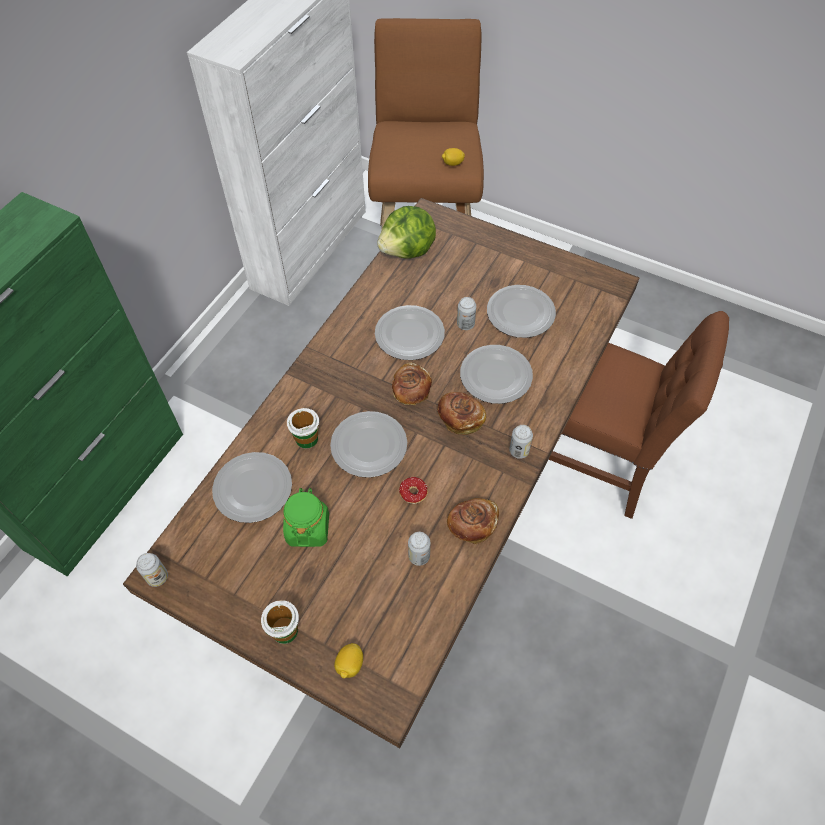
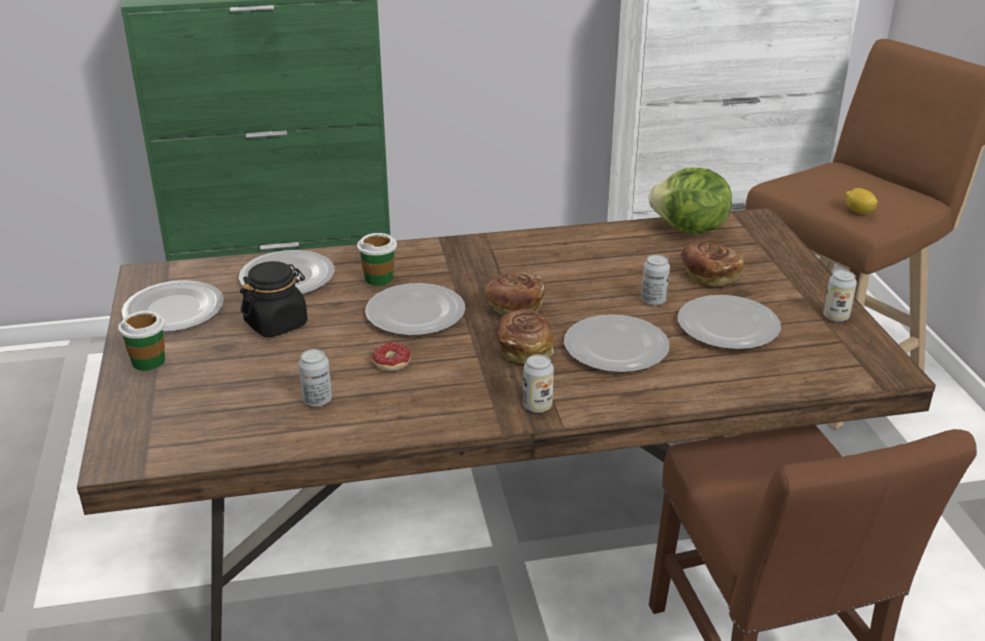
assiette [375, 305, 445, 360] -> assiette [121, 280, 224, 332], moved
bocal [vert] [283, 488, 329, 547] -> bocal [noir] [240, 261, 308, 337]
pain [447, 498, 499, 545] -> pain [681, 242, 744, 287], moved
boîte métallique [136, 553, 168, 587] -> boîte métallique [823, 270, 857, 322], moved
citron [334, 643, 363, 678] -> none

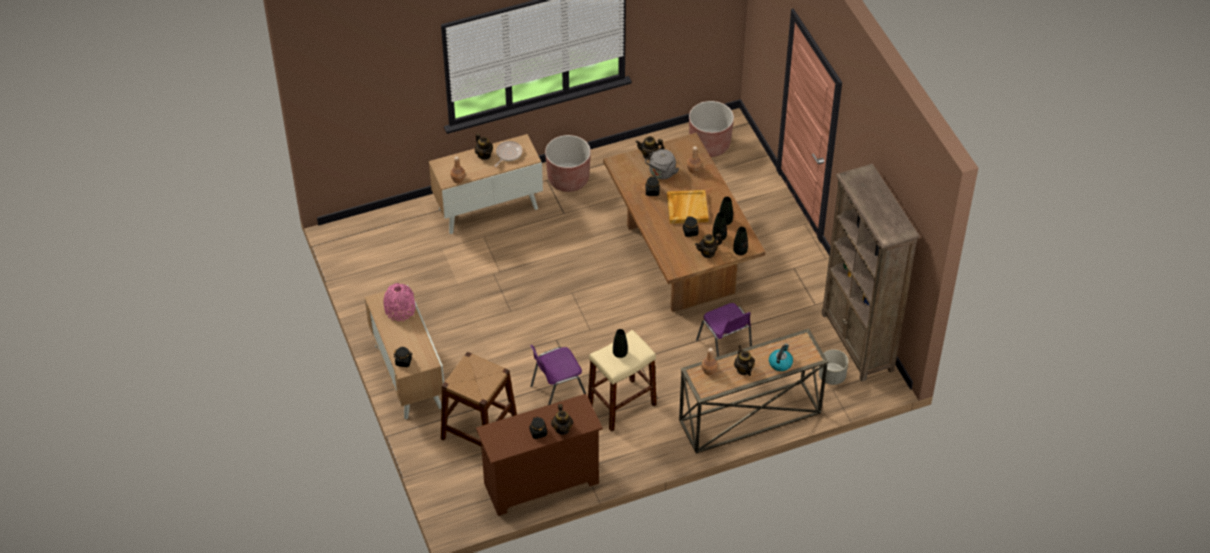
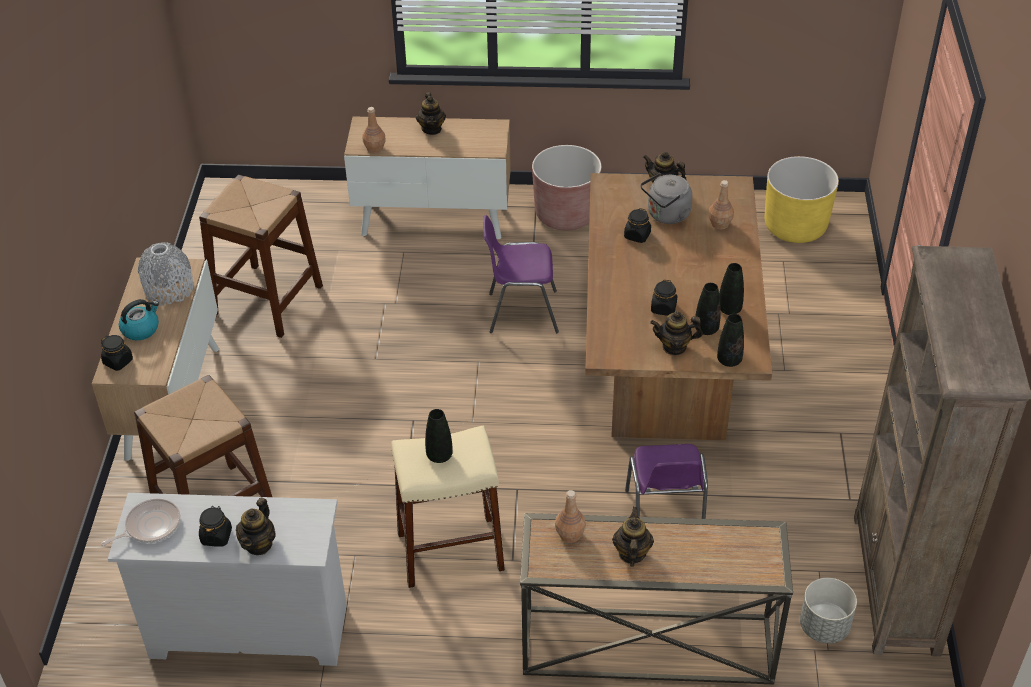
poêle [495, 141, 523, 167] -> poêle [101, 498, 180, 546], moved
commode [marron] [476, 394, 603, 516] -> commode [blanc] [108, 493, 347, 666]
bouilloire [769, 344, 793, 371] -> bouilloire [119, 299, 159, 340], moved
vase [rose] [383, 283, 415, 321] -> vase [gris] [138, 242, 193, 306]
none -> tabouret [marron] [199, 175, 323, 338]
chaise [violet] [530, 345, 586, 405] -> chaise [violet] [483, 215, 559, 333], moved
cache-pot [marron] [689, 101, 734, 157] -> cache-pot [jaune] [765, 156, 839, 243]
plateau [beige] [667, 190, 709, 224] -> none

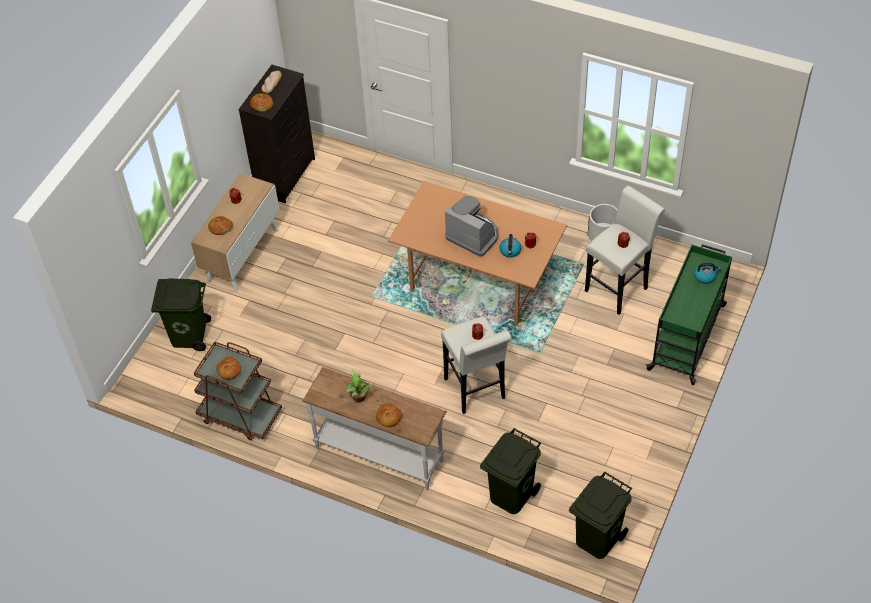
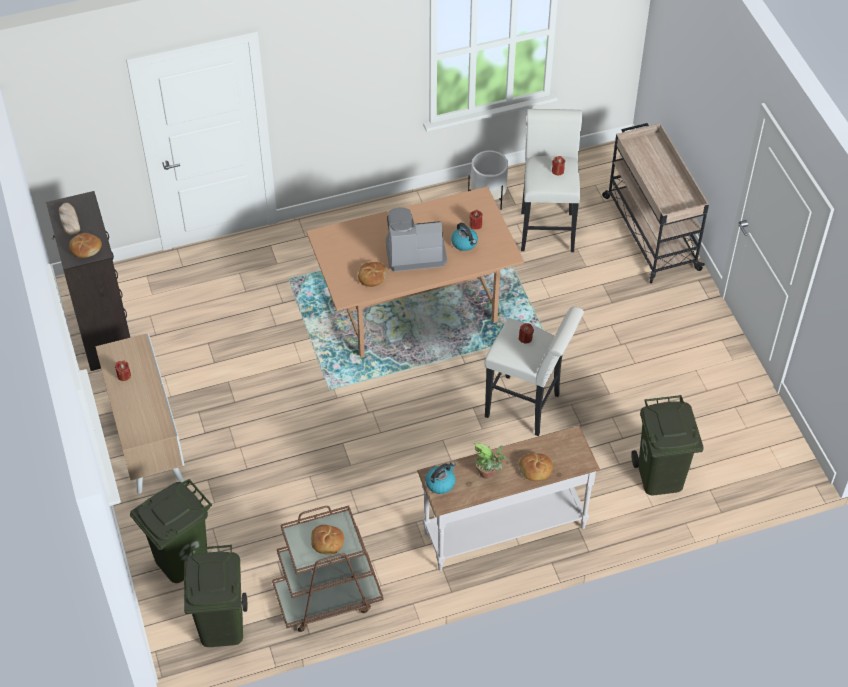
poubelle [vert] [569, 472, 632, 559] -> poubelle [vert] [184, 545, 248, 647], moved
pain [208, 216, 233, 235] -> pain [358, 262, 386, 287], moved
bouilloire [694, 263, 721, 284] -> bouilloire [425, 462, 455, 494], moved
chariot [vert] [646, 244, 732, 385] -> chariot [beige] [602, 123, 709, 283]

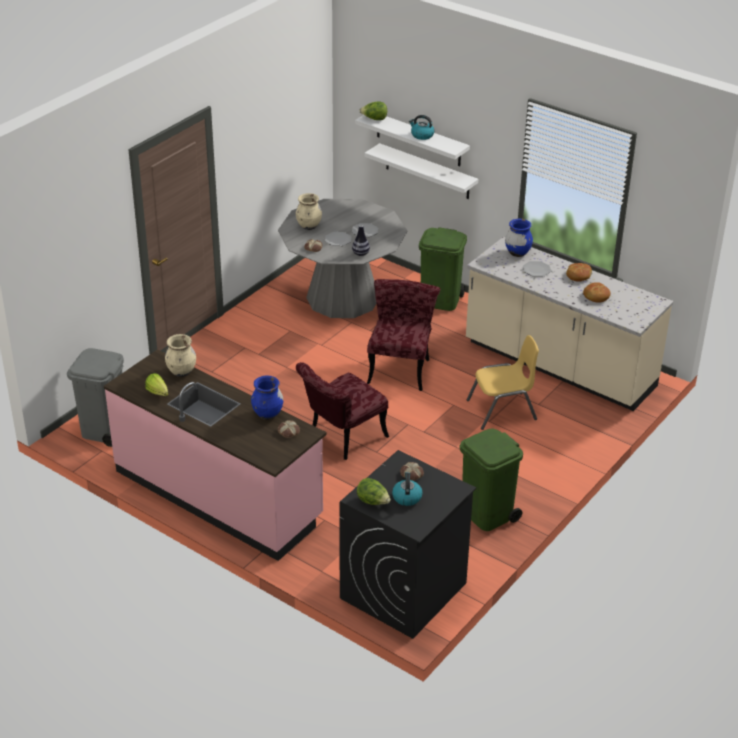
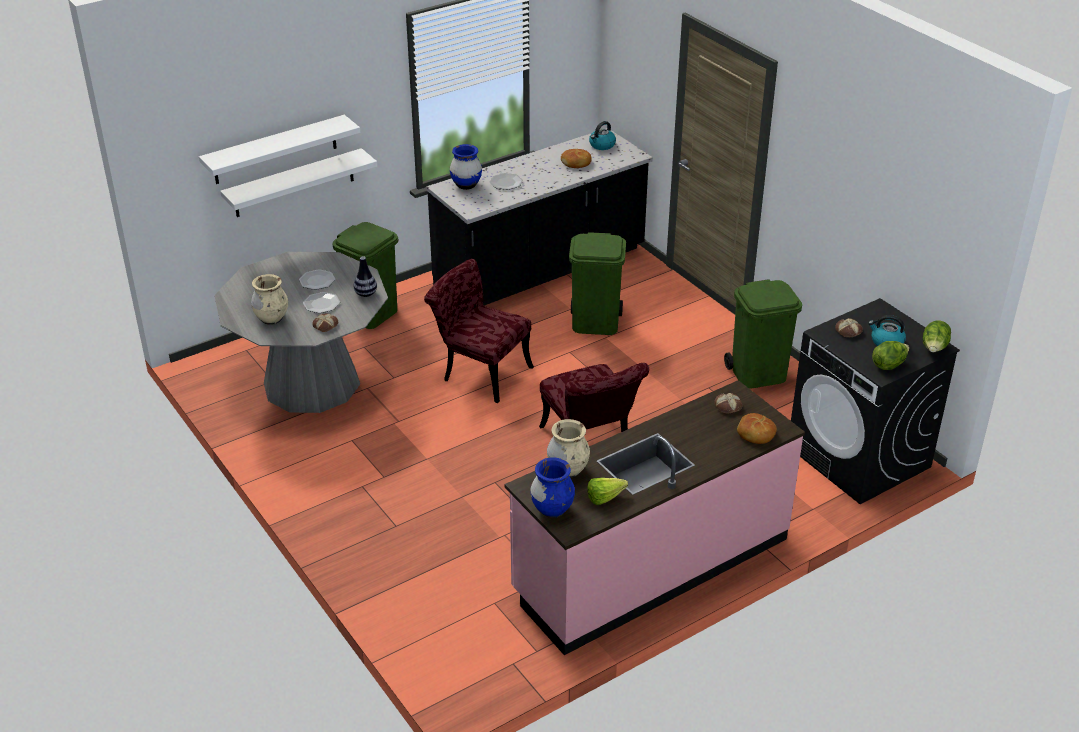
comptoir de cuisine [beige] [466, 237, 673, 411] -> comptoir de cuisine [noir] [426, 128, 653, 306]
vase [bleu] [251, 376, 283, 420] -> vase [bleu] [530, 457, 575, 518], moved
chaise [jaune] [467, 335, 539, 430] -> poubelle [vert] [569, 232, 626, 335]
bouilloire [409, 115, 434, 140] -> bouilloire [589, 121, 616, 150], moved
pain [566, 263, 592, 282] -> pain [737, 413, 777, 444], moved
laitue [359, 101, 387, 120] -> laitue [923, 321, 951, 352], moved
poubelle [gris] [67, 348, 124, 447] -> none

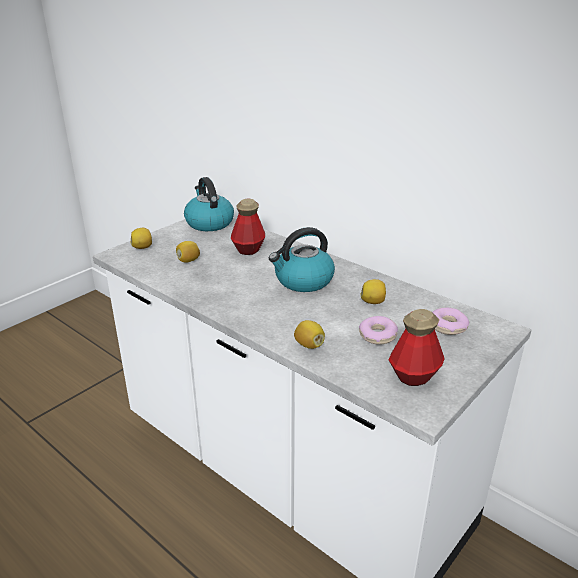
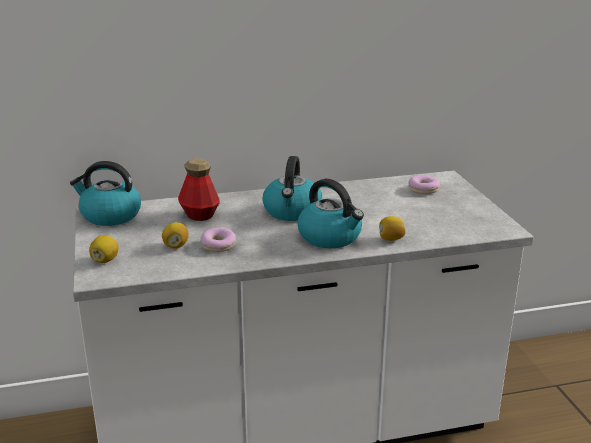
beignet [359, 316, 398, 345] -> beignet [200, 228, 236, 252], moved
none -> bouilloire [297, 179, 364, 248]
citron [360, 279, 386, 304] -> none
bouteille [388, 309, 445, 386] -> none

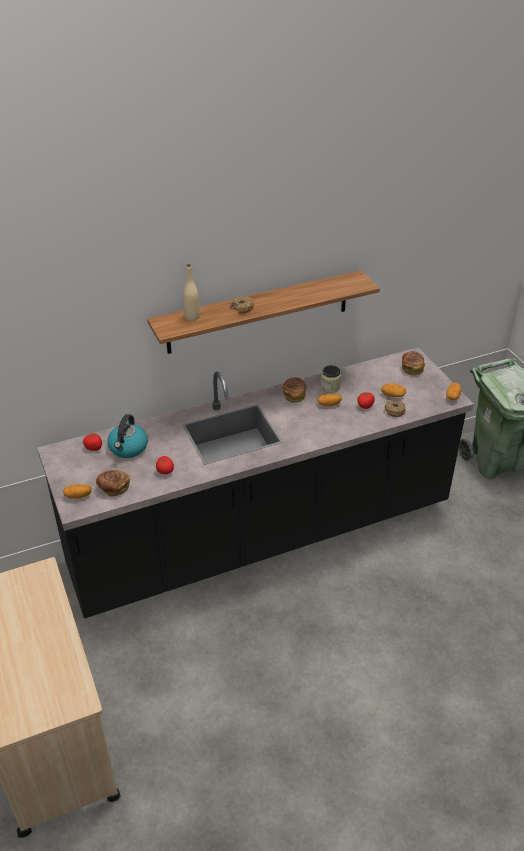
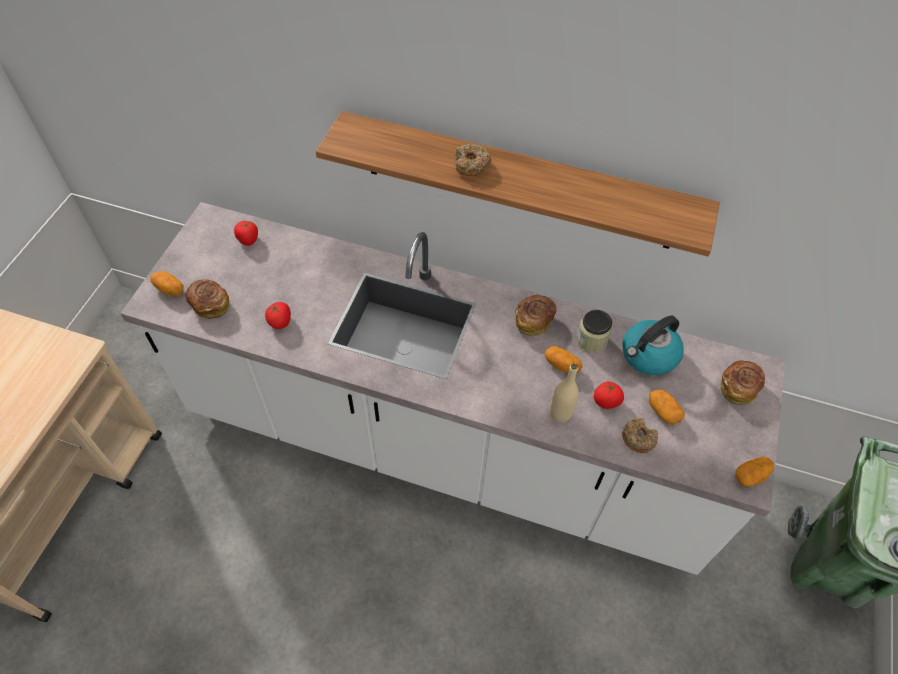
comptoir de cuisine [noir] [37, 347, 474, 618] -> comptoir de cuisine [blanc] [120, 202, 785, 575]
bouteille [beige] [183, 264, 200, 321] -> bouteille [beige] [550, 363, 579, 422], moved
bouilloire [107, 414, 148, 458] -> bouilloire [622, 316, 684, 375], moved

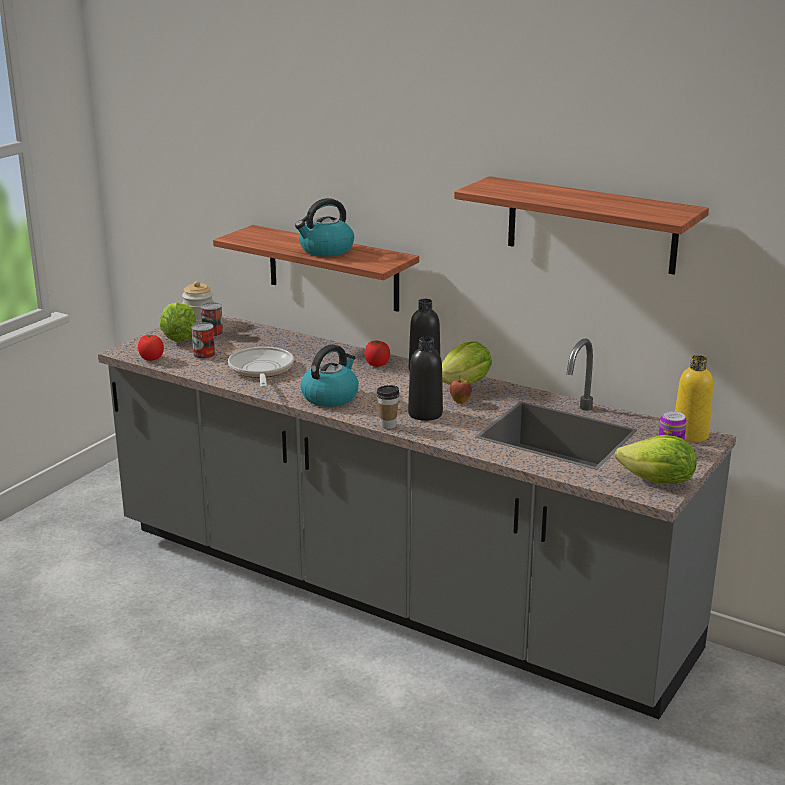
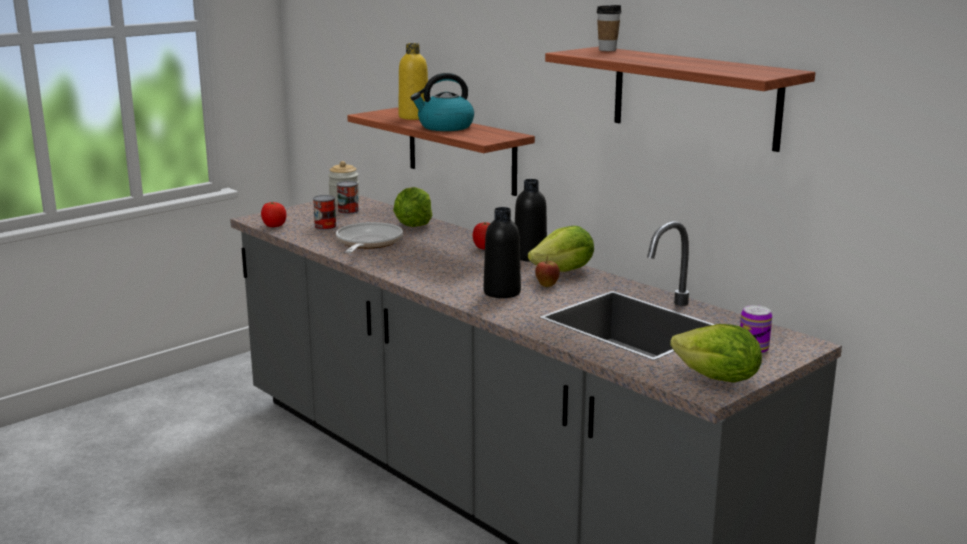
laitue [160, 302, 196, 342] -> laitue [393, 187, 432, 227], moved
bouteille [jaune] [675, 355, 713, 443] -> bouteille [jaune] [398, 43, 428, 120], moved
tasse [376, 385, 400, 429] -> tasse [597, 5, 621, 51], moved
bouilloire [300, 344, 359, 407] -> none

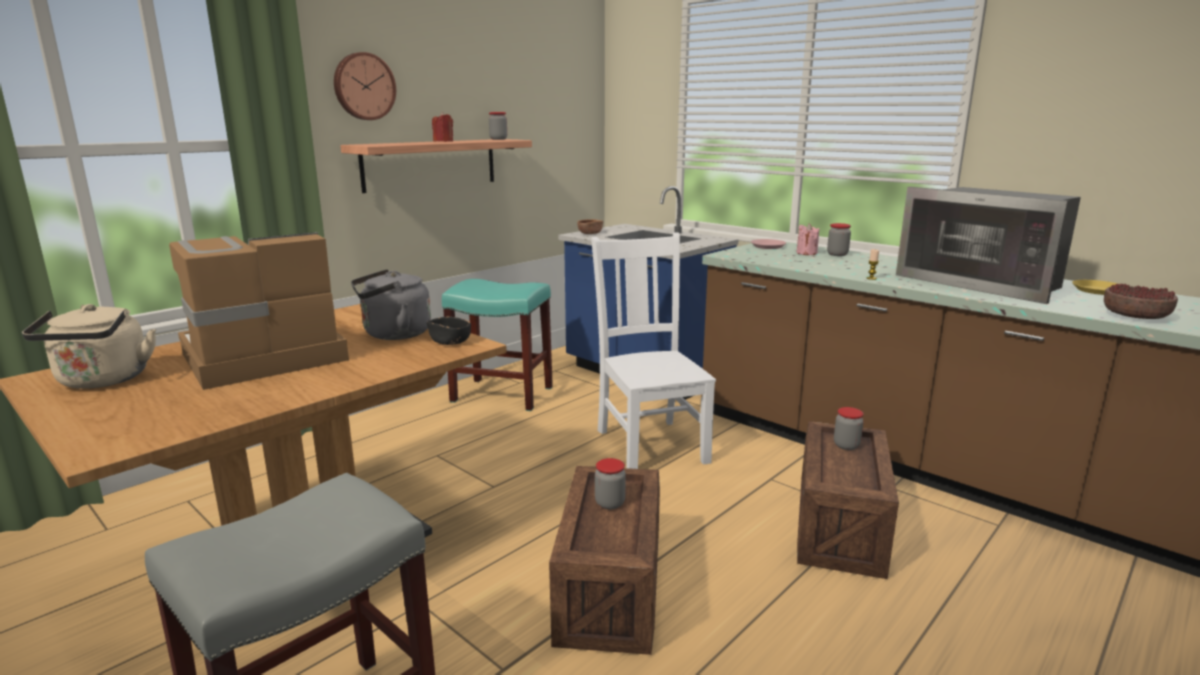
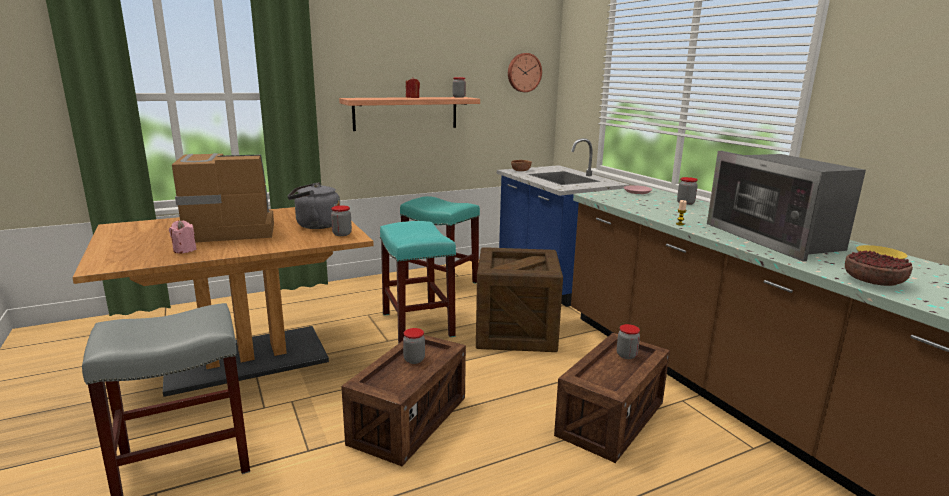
bougie [rose] [796, 224, 819, 255] -> bougie [rose] [169, 220, 197, 253], moved
bol [noir] [427, 316, 471, 345] -> bocal [331, 205, 352, 236]
none -> tabouret [turquoise] [380, 221, 456, 344]
chaise [blanc] [591, 233, 716, 469] -> caisse [476, 247, 563, 352]
horloge murale [334, 52, 396, 120] -> horloge murale [508, 53, 542, 92], moved
bouilloire [beige] [22, 304, 156, 389] -> none

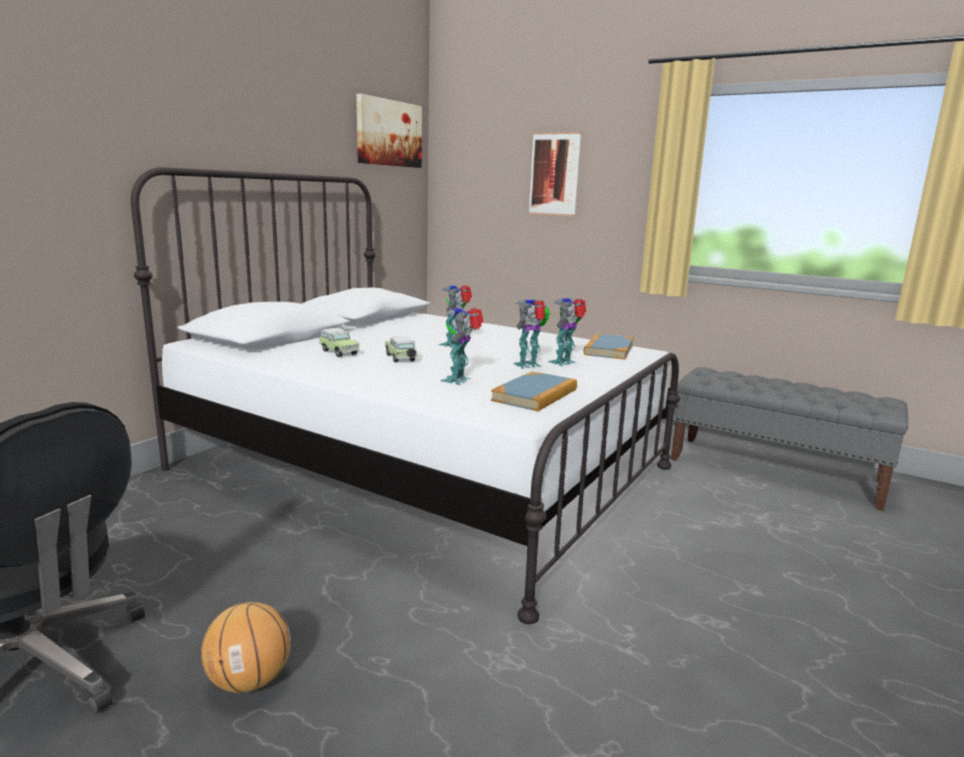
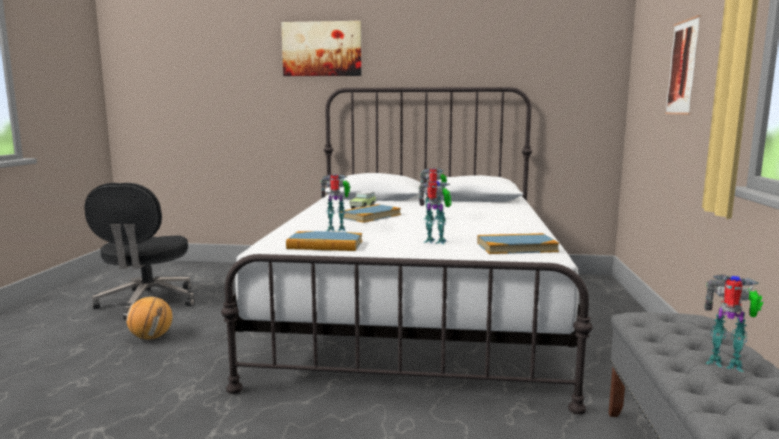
tableau [356, 94, 422, 168] -> tableau [281, 21, 362, 76], moved
petite voiture [385, 336, 417, 362] -> livre [340, 204, 401, 223]
robot jouet [513, 299, 550, 369] -> robot jouet [705, 274, 763, 372], moved

